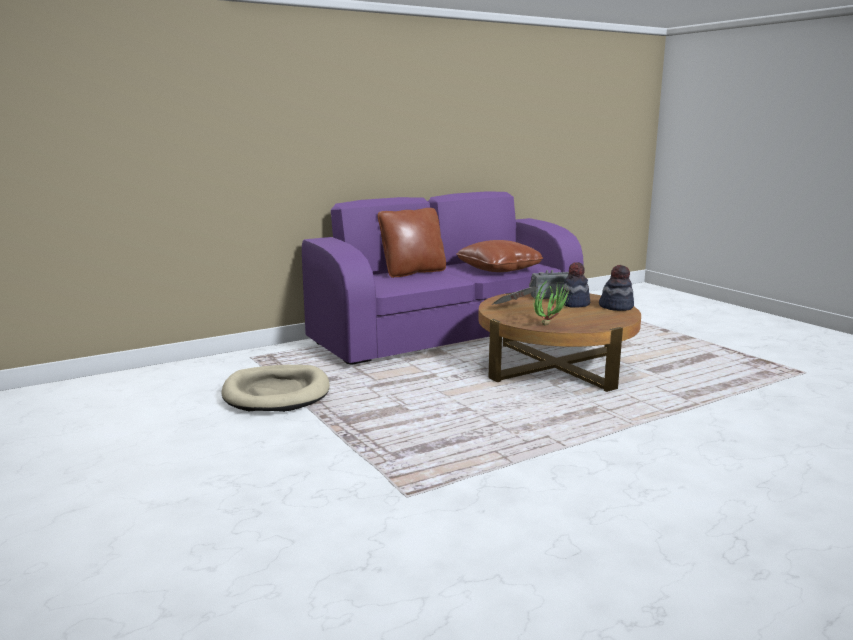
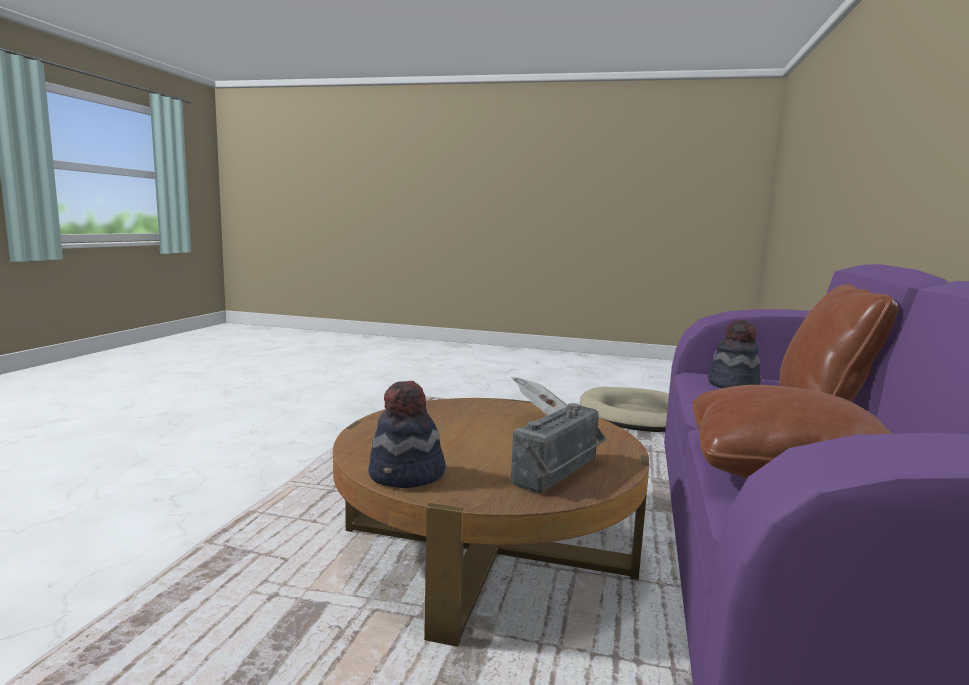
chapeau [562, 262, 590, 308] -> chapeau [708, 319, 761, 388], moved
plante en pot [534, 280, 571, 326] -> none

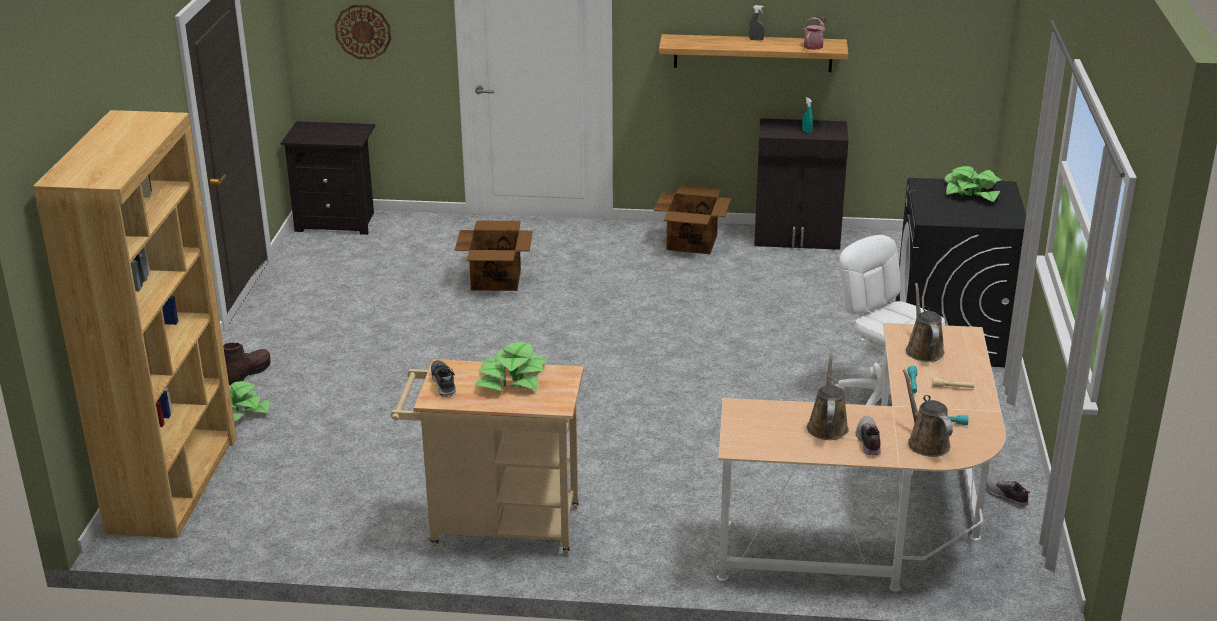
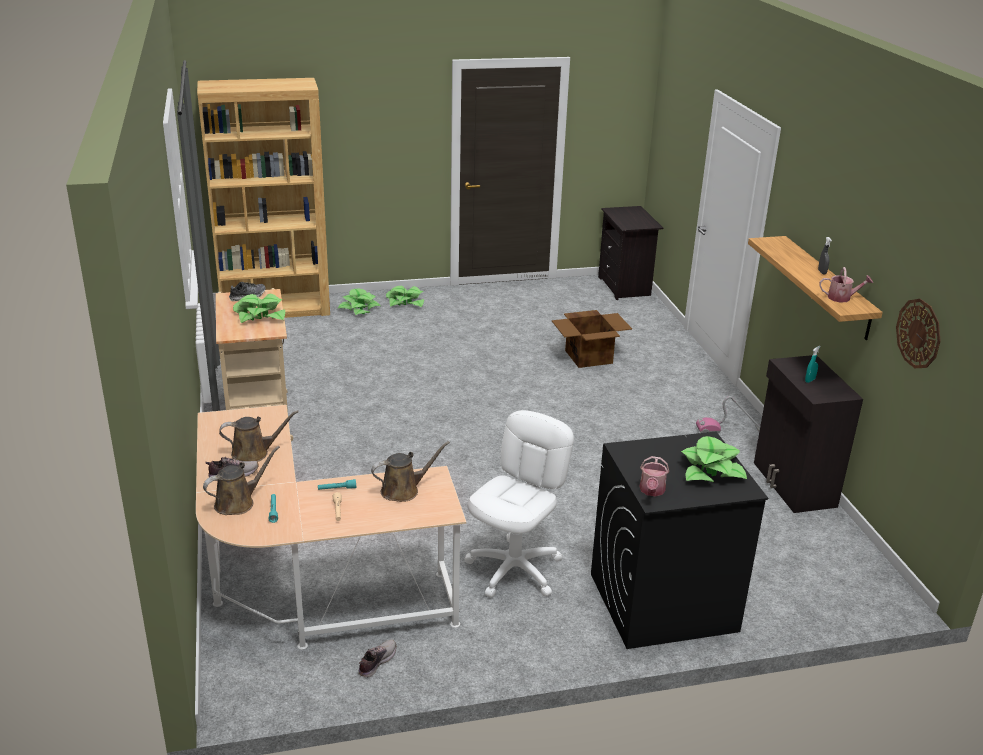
botte [marron] [223, 343, 271, 385] -> plante en pot [386, 286, 424, 307]
none -> arrosoir [639, 456, 669, 496]
carton [654, 185, 731, 254] -> aspirateur [696, 396, 761, 434]
horloge murale [335, 5, 391, 60] -> horloge murale [896, 299, 941, 368], moved

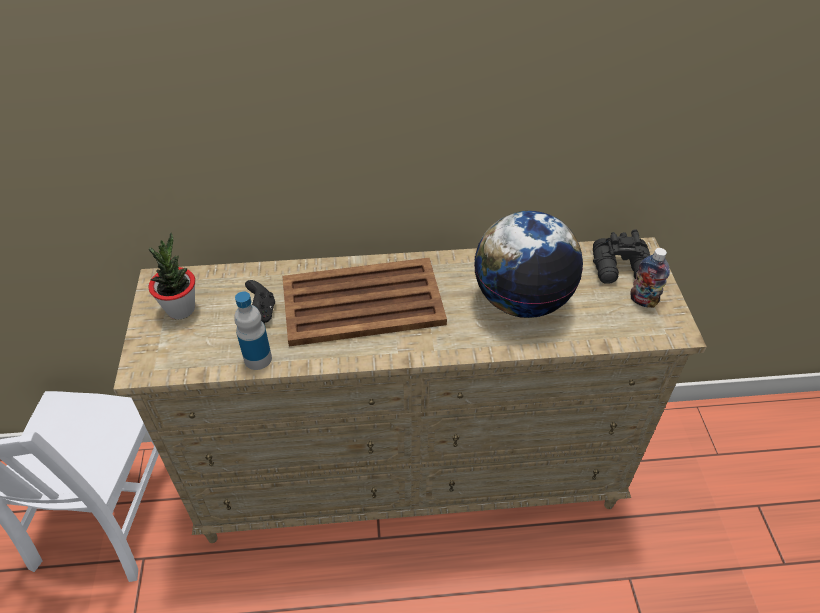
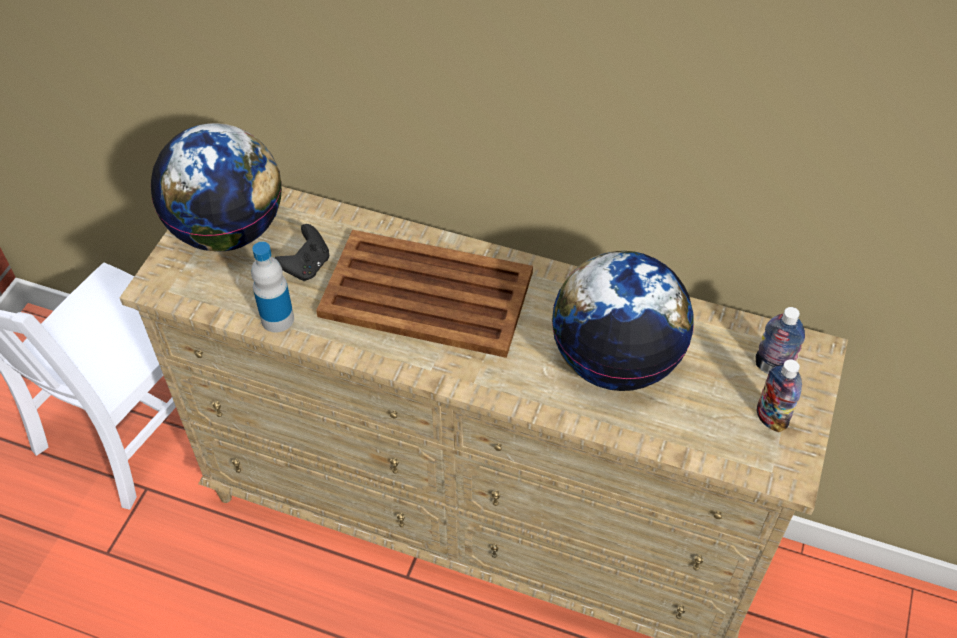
plante en pot [149, 233, 195, 319] -> globe [151, 123, 282, 252]
jumelles [noir] [593, 229, 650, 284] -> bouteille [756, 307, 805, 374]

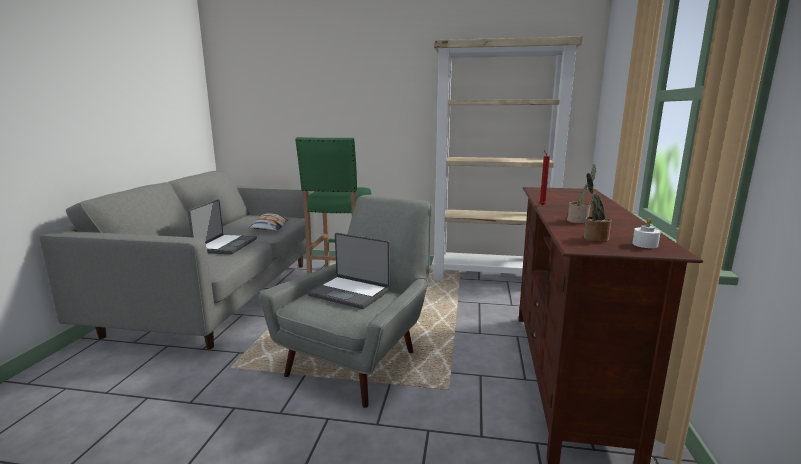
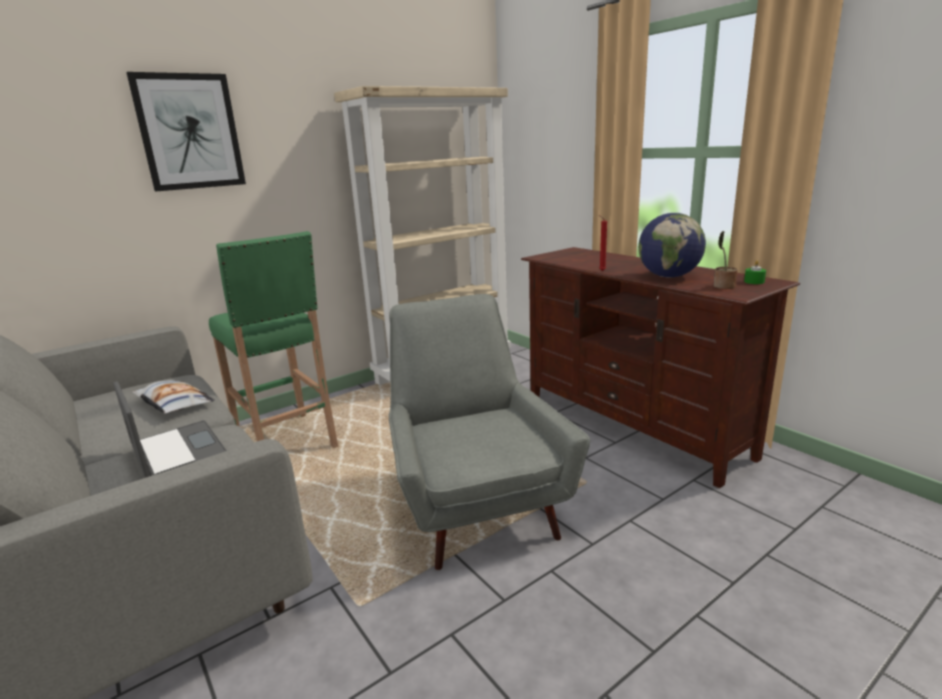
none -> tableau [126, 72, 246, 191]
plante en pot [567, 164, 596, 224] -> globe [638, 213, 706, 278]
bougie [blanc] [632, 218, 661, 248] -> bougie [vert] [744, 260, 766, 284]
ordinateur portable [307, 233, 390, 309] -> none

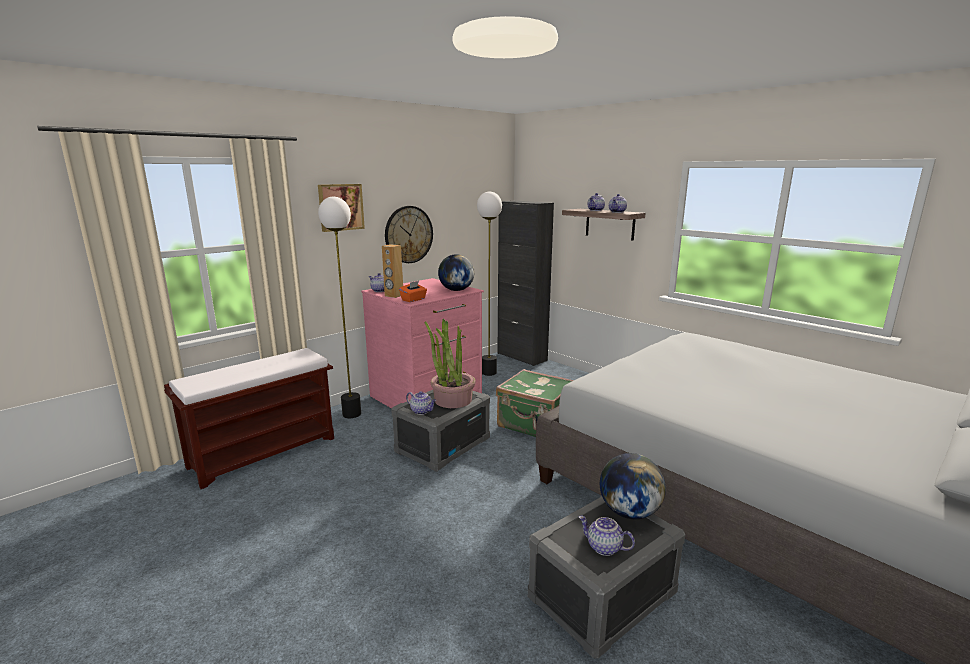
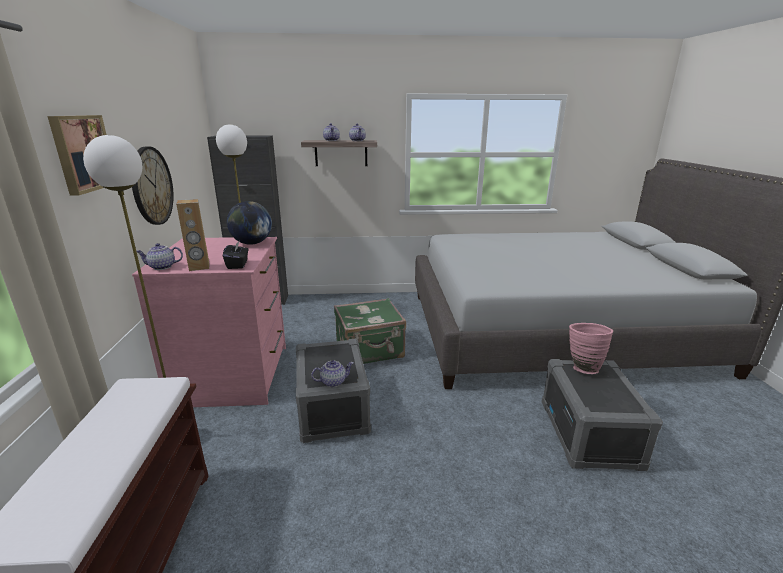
boîte à mouchoirs [orange] [399, 281, 427, 302] -> boîte à mouchoirs [noir] [223, 240, 248, 269]
globe [600, 453, 666, 519] -> vase [rose] [569, 323, 613, 374]
plante en pot [425, 319, 476, 408] -> none
théière [579, 516, 635, 556] -> none

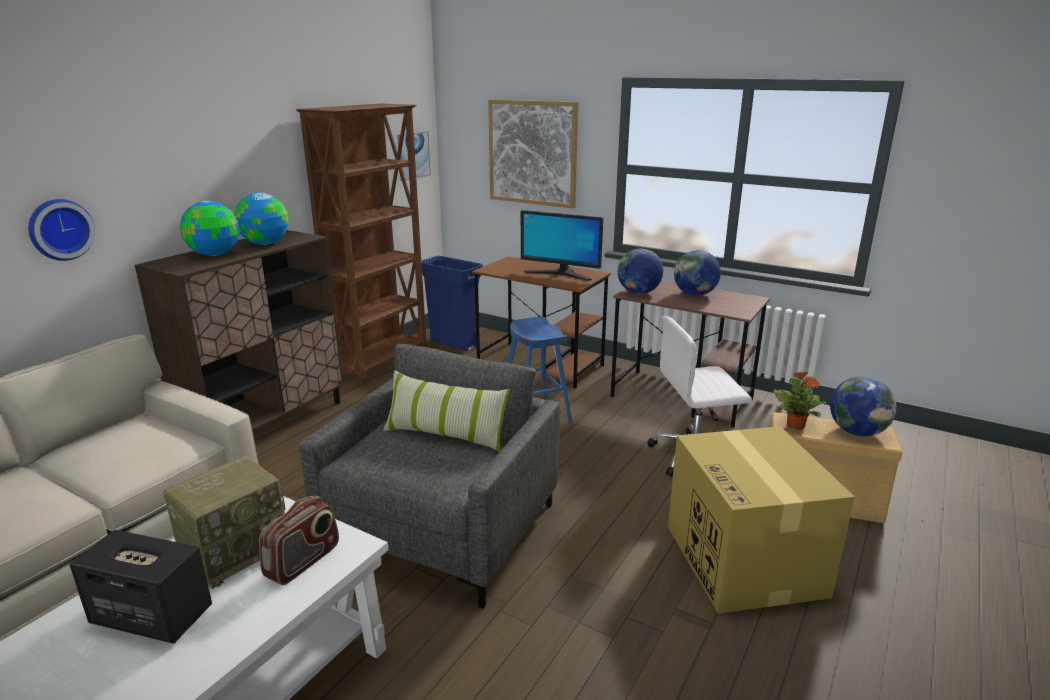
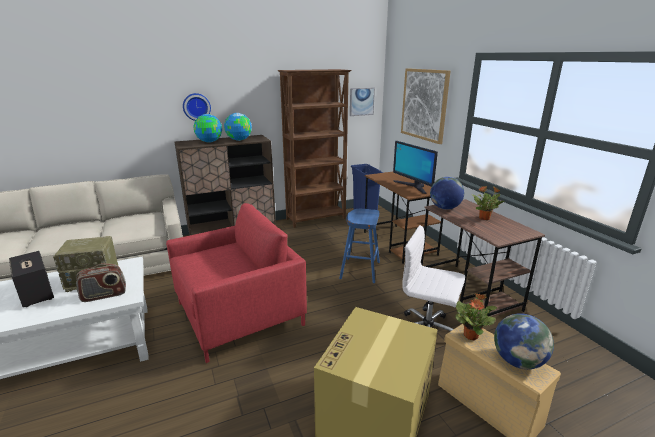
fauteuil [gris] [299, 344, 560, 609] -> fauteuil [rouge] [166, 203, 307, 363]
horloge murale [28, 199, 95, 261] -> horloge murale [183, 93, 211, 121], moved
globe [674, 250, 721, 296] -> plante en pot [472, 186, 504, 220]
coussin [383, 371, 510, 452] -> none

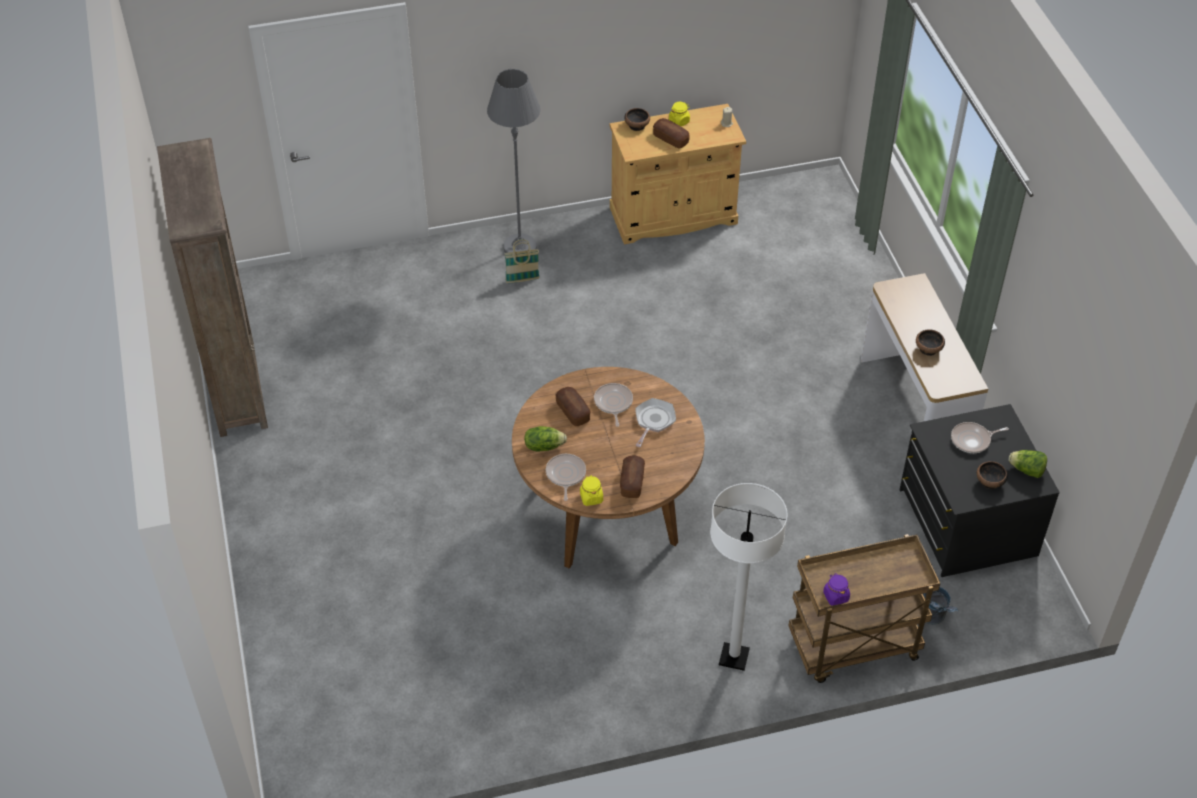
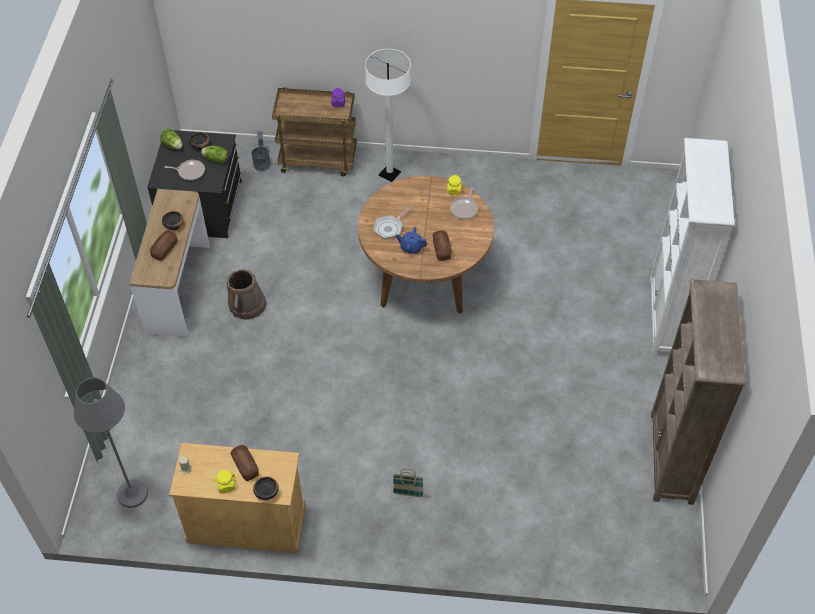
lampadaire [gris] [487, 69, 541, 253] -> lampadaire [gris] [74, 378, 148, 508], moved
pain [620, 455, 645, 498] -> pain [150, 231, 177, 261], moved
laitue [524, 426, 567, 452] -> laitue [201, 145, 228, 163], moved
none -> seau [marron] [227, 269, 267, 320]
poêle [594, 383, 633, 427] -> théière [bleu] [396, 227, 427, 254]
none -> bibliothèque [blanc] [649, 138, 734, 356]

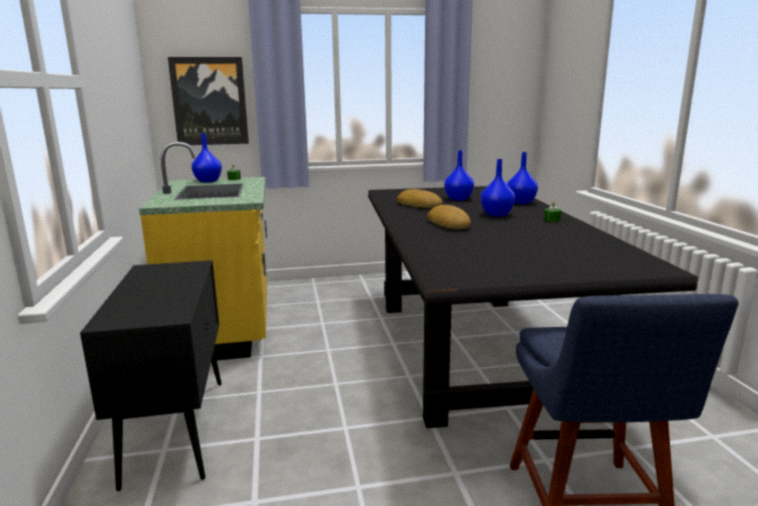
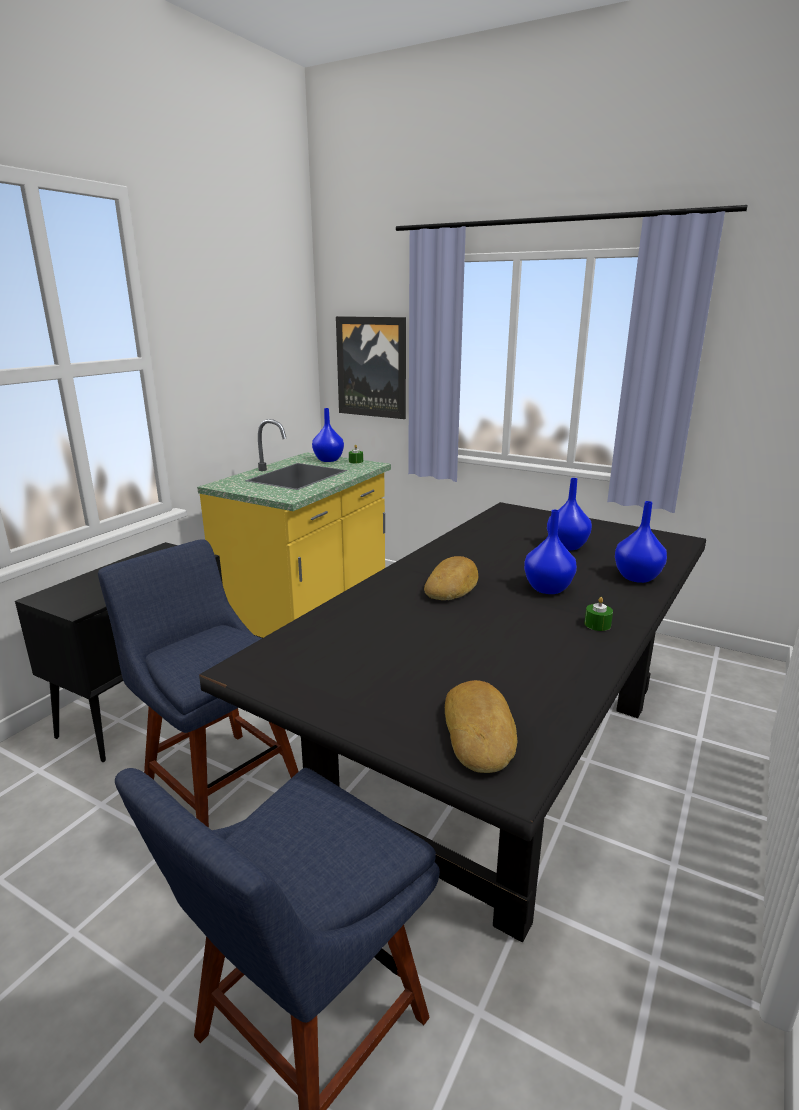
none -> chaise [bleu] [98, 539, 299, 828]
pain [397, 189, 442, 208] -> pain [445, 680, 517, 773], moved

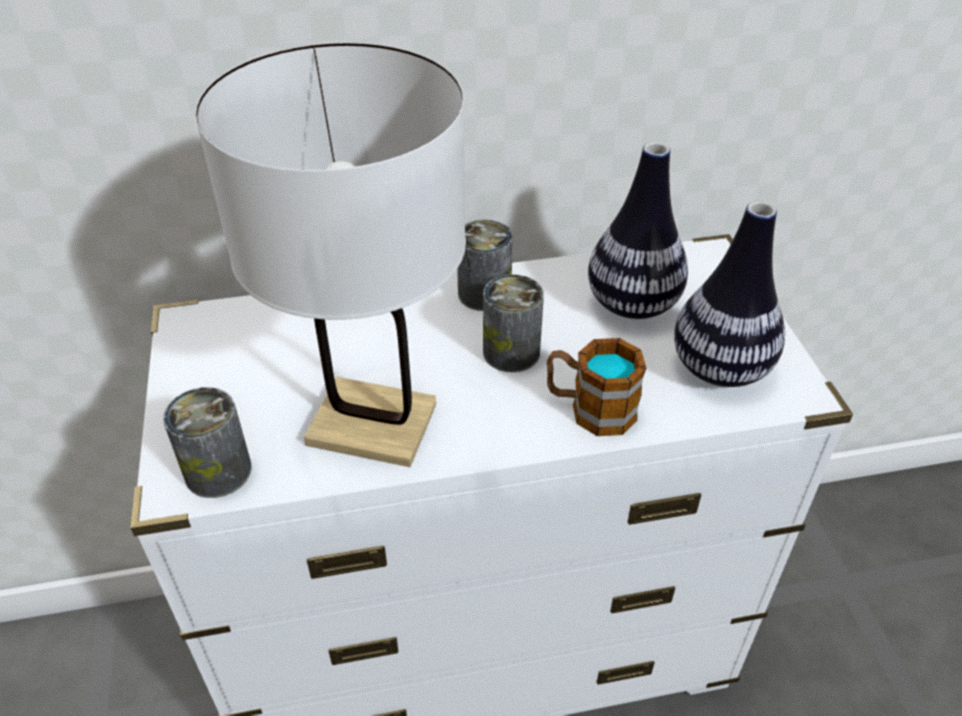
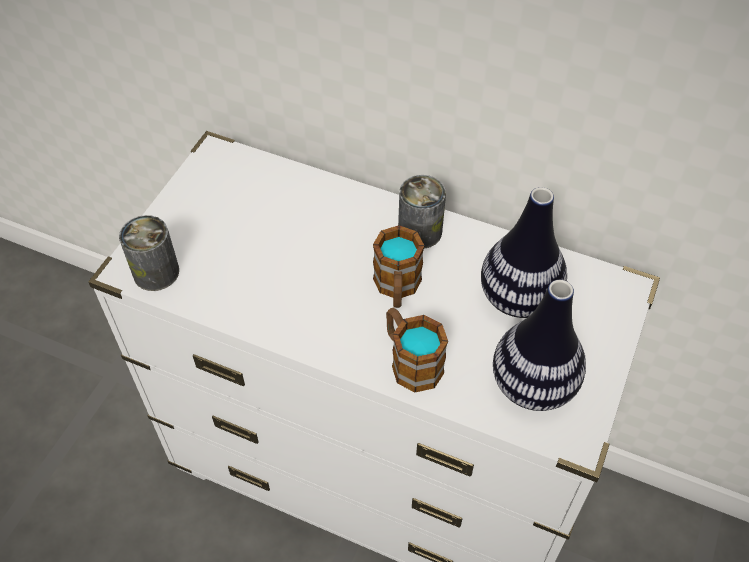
boîte métallique [483, 274, 544, 372] -> mug [373, 225, 424, 308]
lampe de table [blanc] [195, 43, 466, 467] -> none

